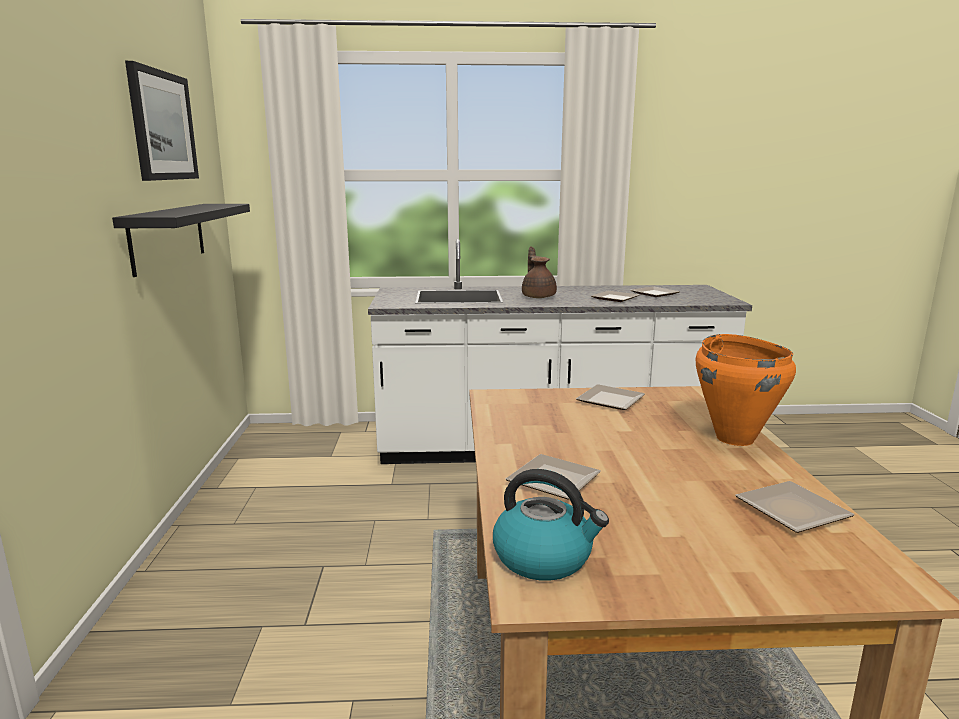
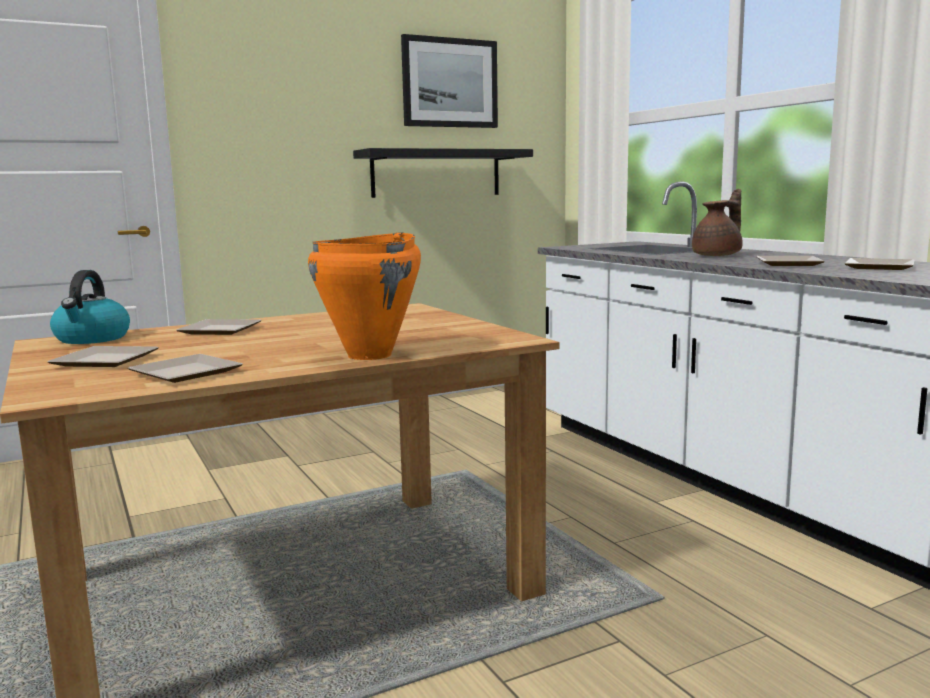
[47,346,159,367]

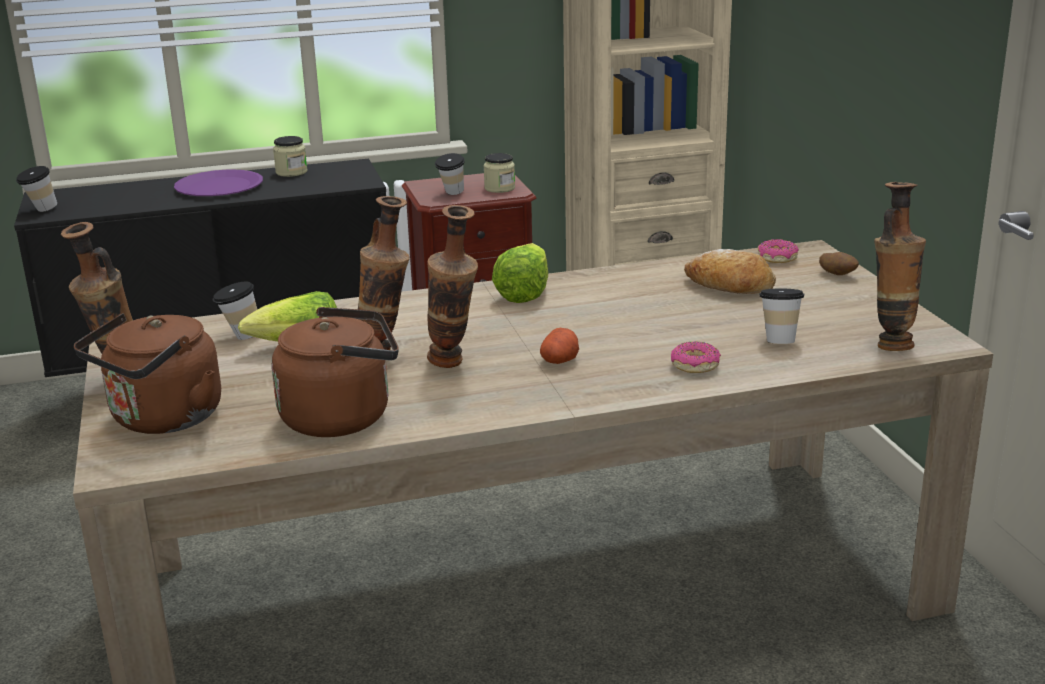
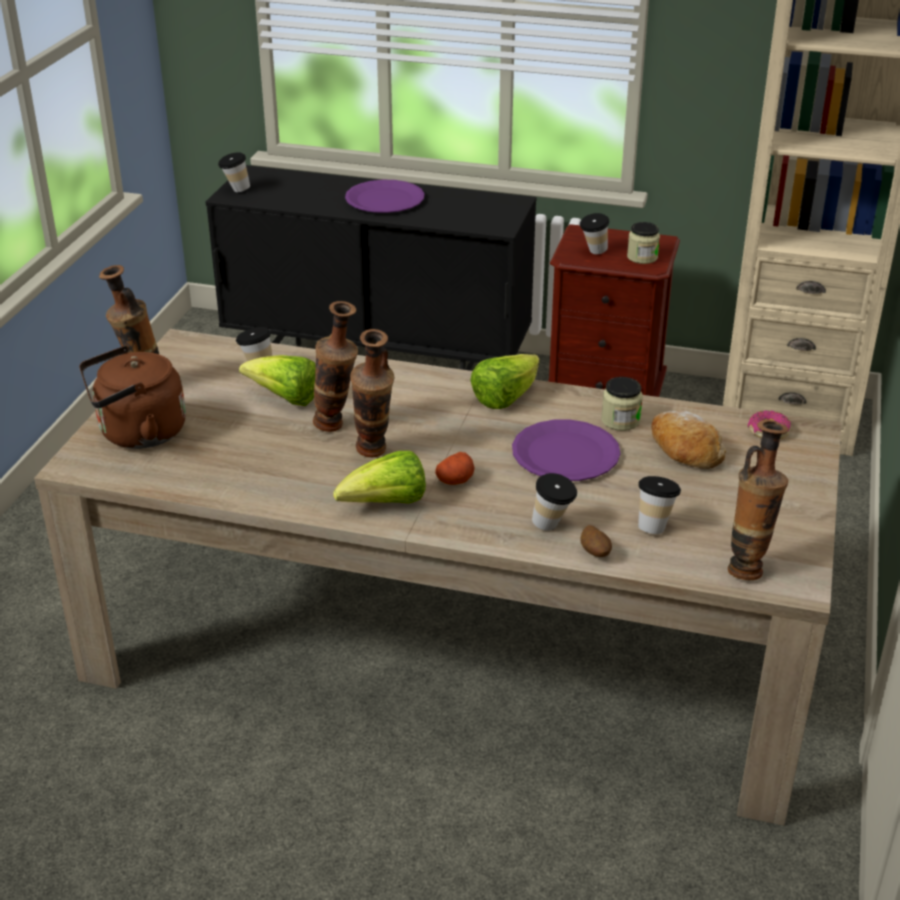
[601,377,643,431]
[580,525,612,557]
[271,307,399,437] (first image)
[532,473,577,531]
[512,420,621,481]
[333,450,426,503]

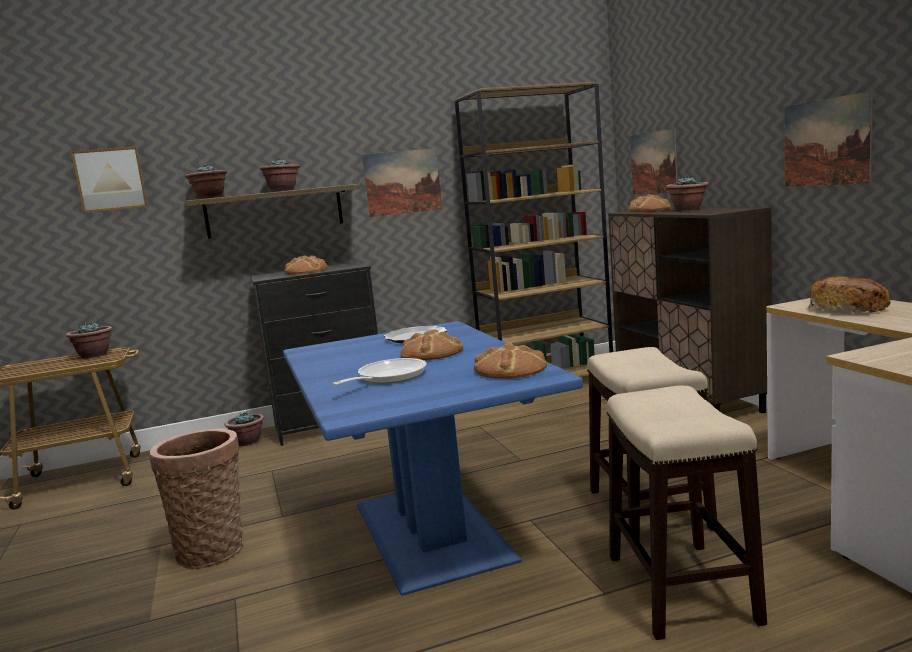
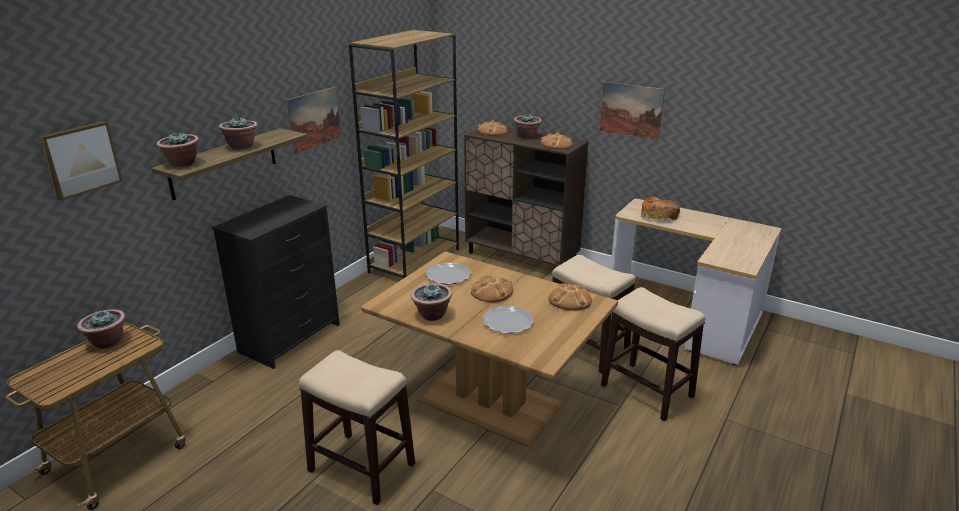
[630,128,678,194] (first image)
[541,133,573,149]
[361,252,618,447]
[483,306,534,333]
[411,283,452,321]
[299,350,415,505]

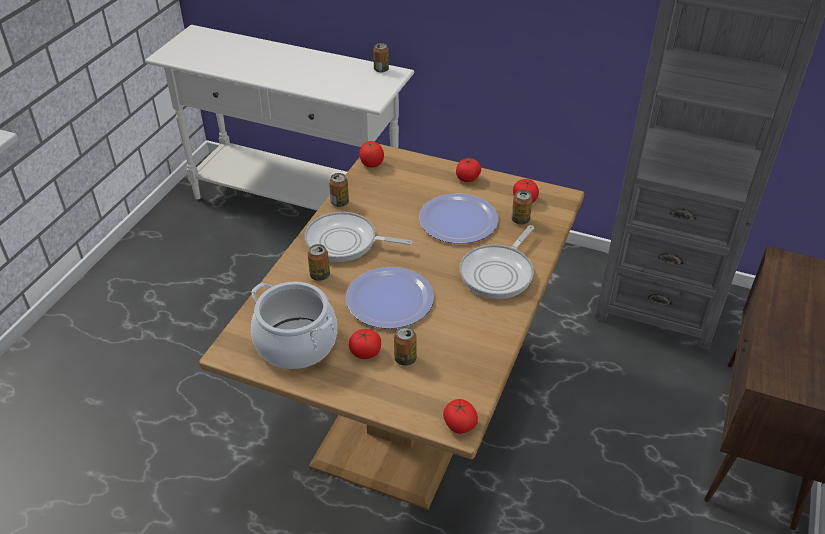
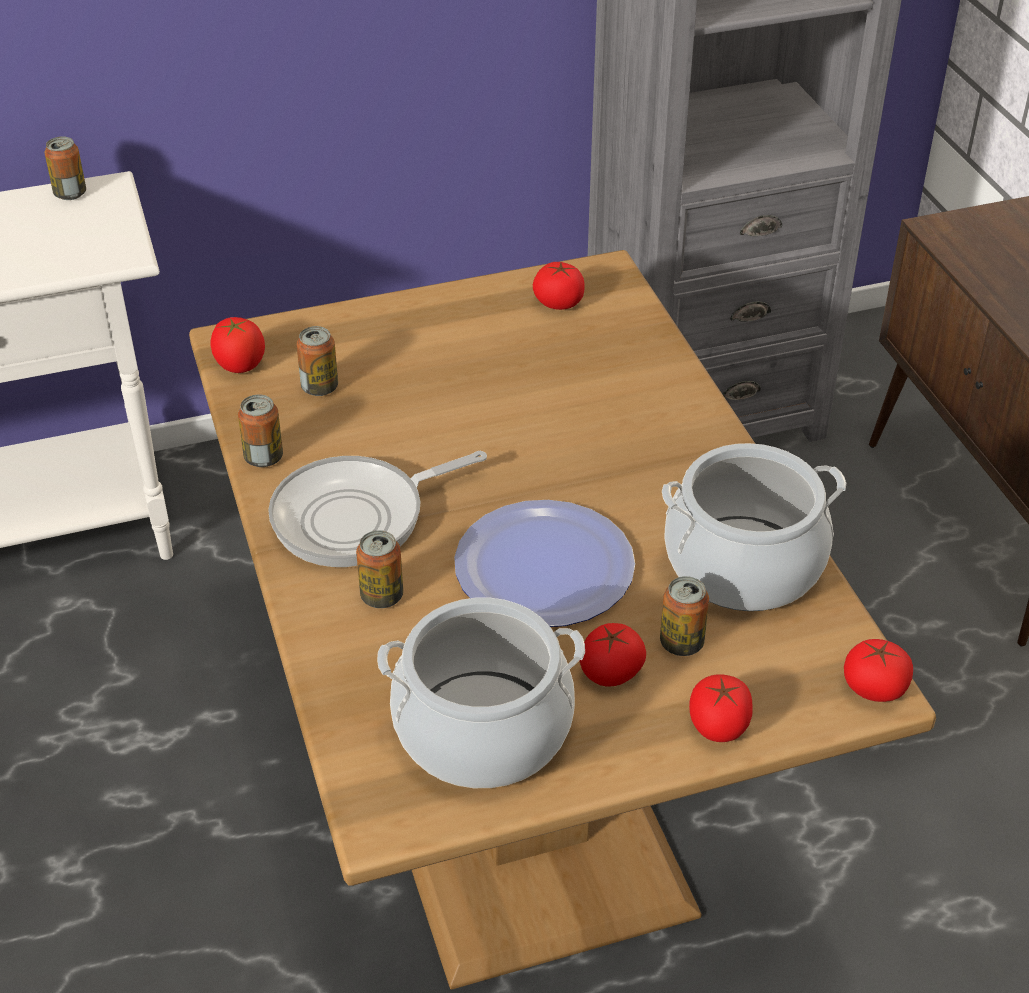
[689,674,753,742]
[296,326,338,396]
[419,193,499,244] (first image)
[459,225,535,299] (first image)
[662,443,846,611]

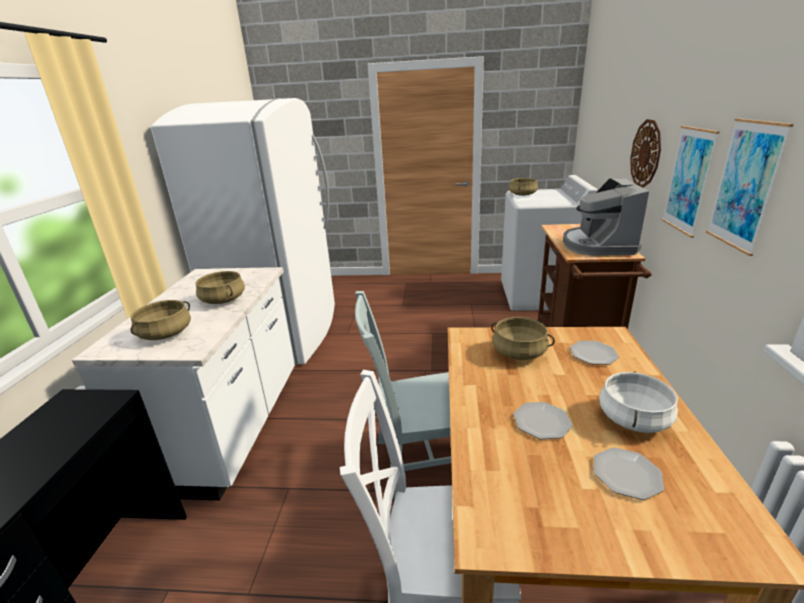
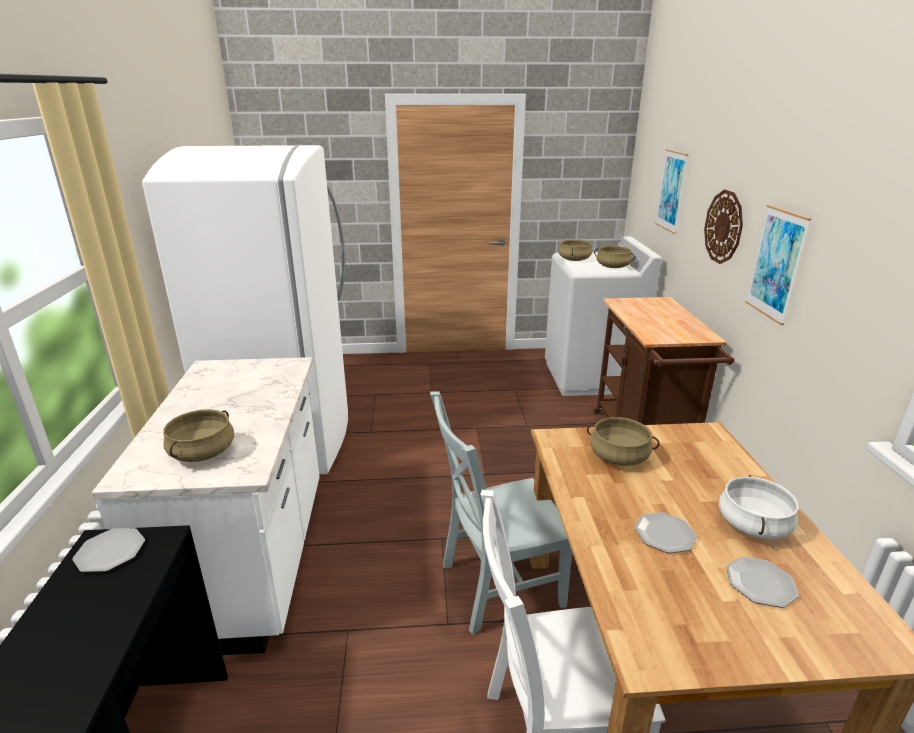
[655,149,688,234]
[563,178,649,255] (first image)
[594,246,635,268]
[72,528,145,572]

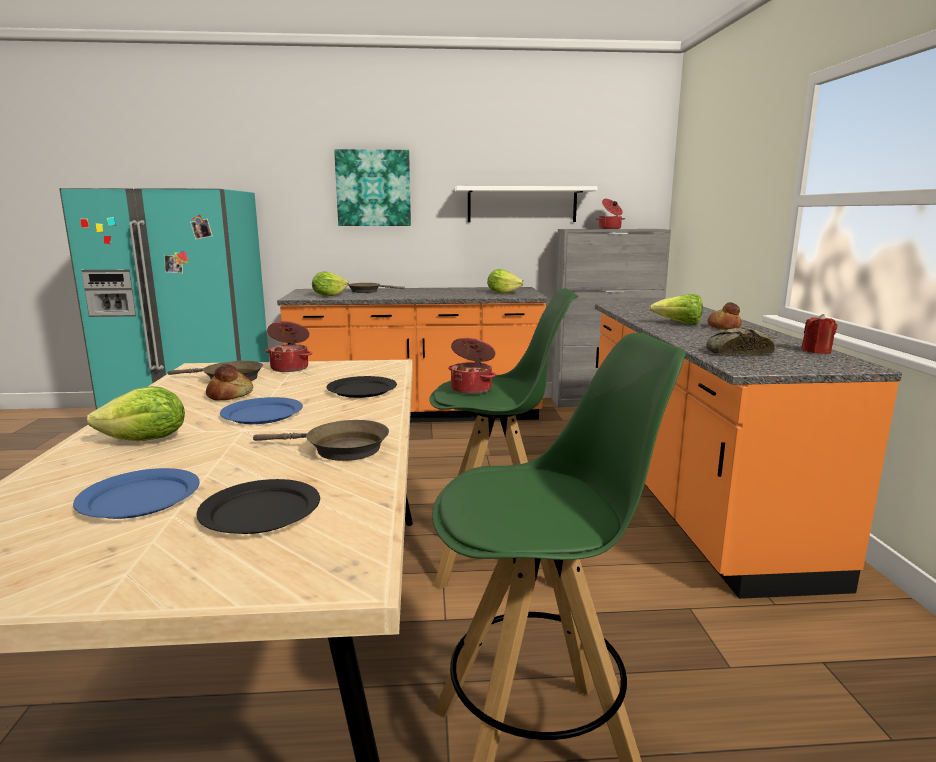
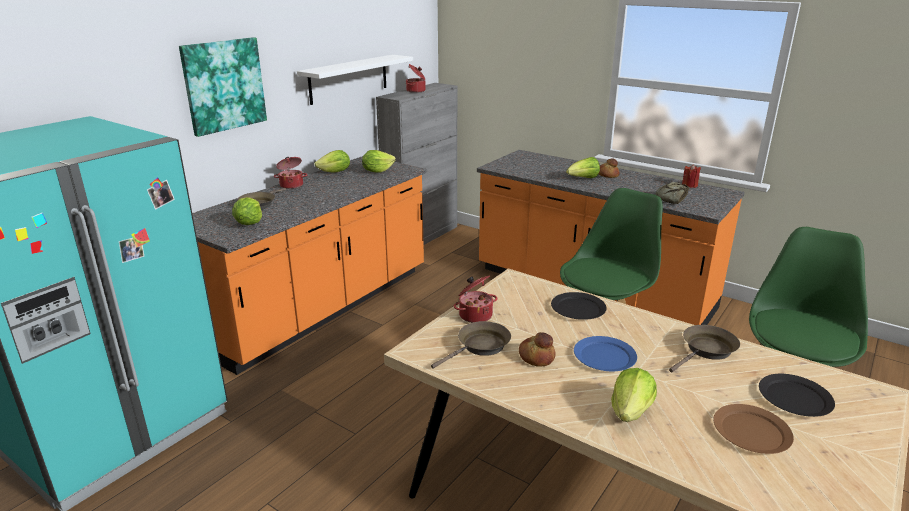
[274,157,307,189]
[713,404,794,454]
[314,150,350,173]

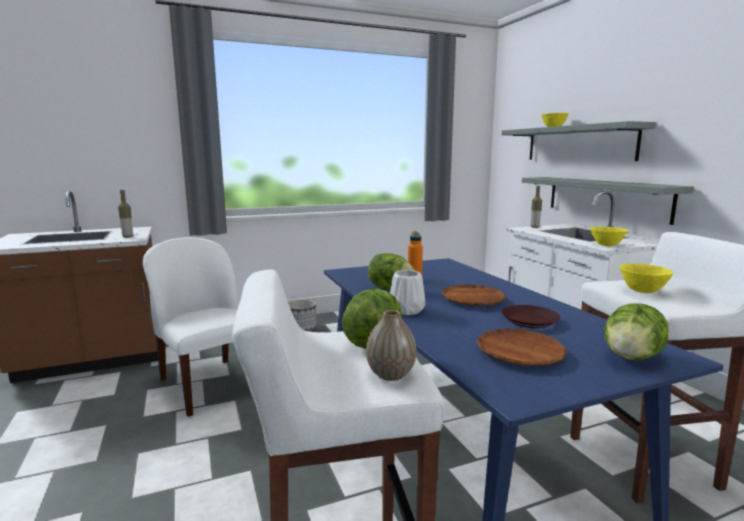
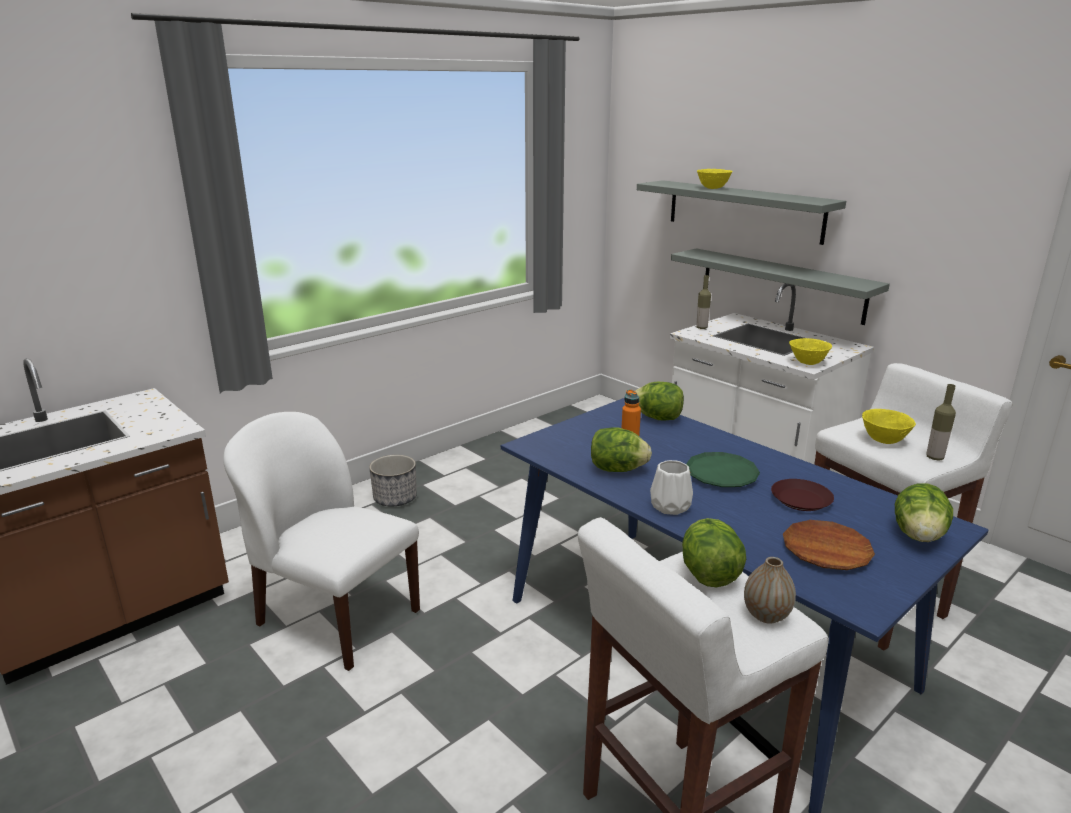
[927,384,956,460]
[686,452,760,487]
[635,382,684,421]

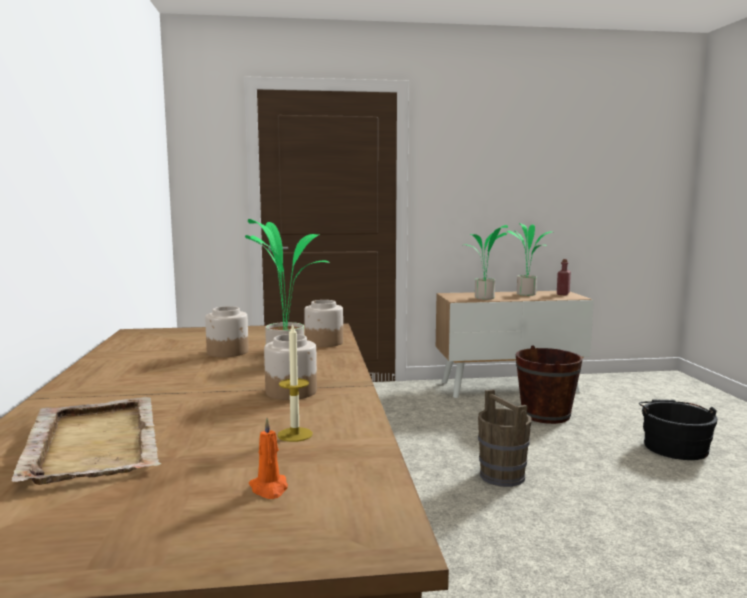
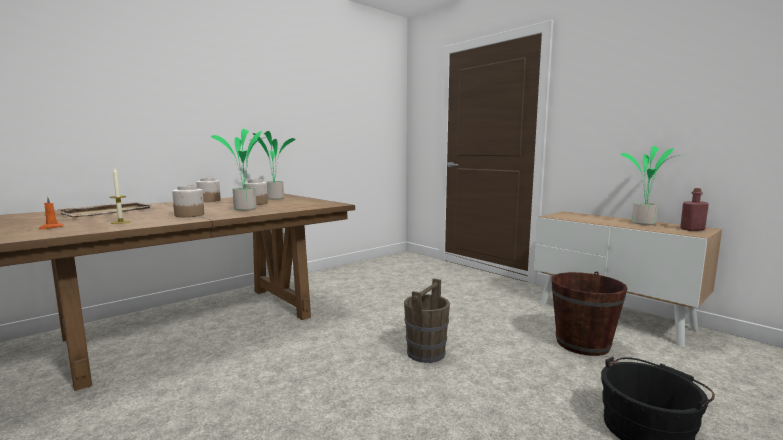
[253,131,296,200]
[196,178,221,202]

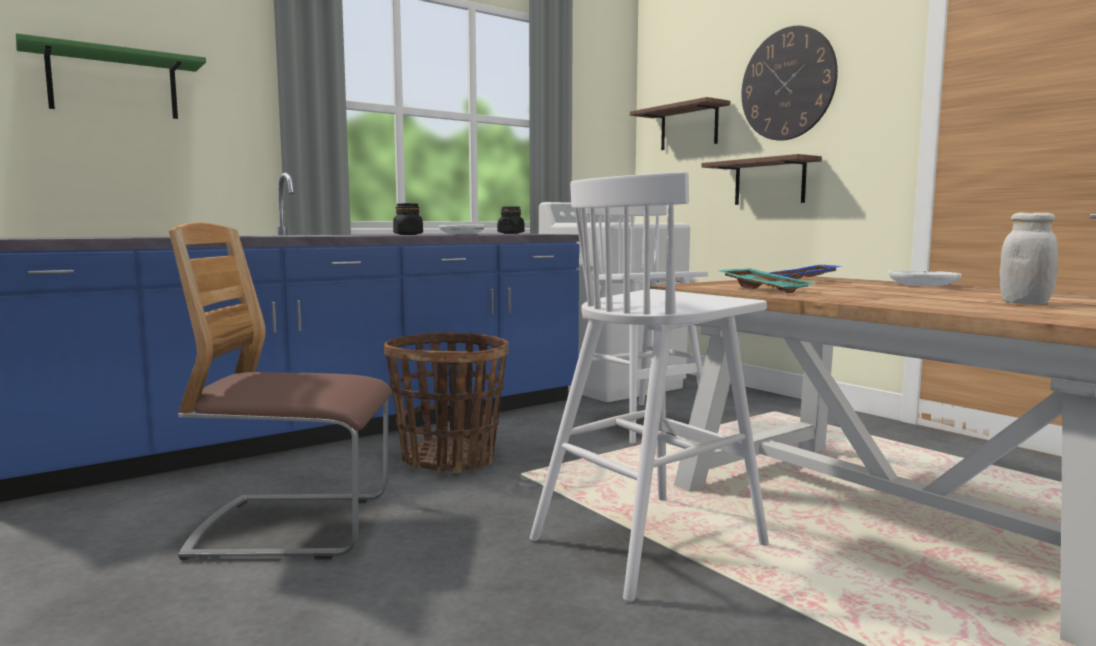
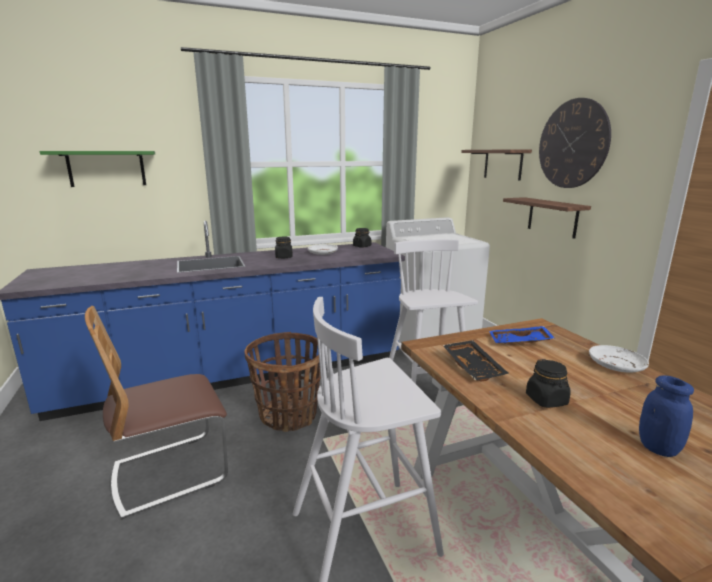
[639,375,694,457]
[85,306,228,520]
[443,340,509,382]
[526,359,571,408]

